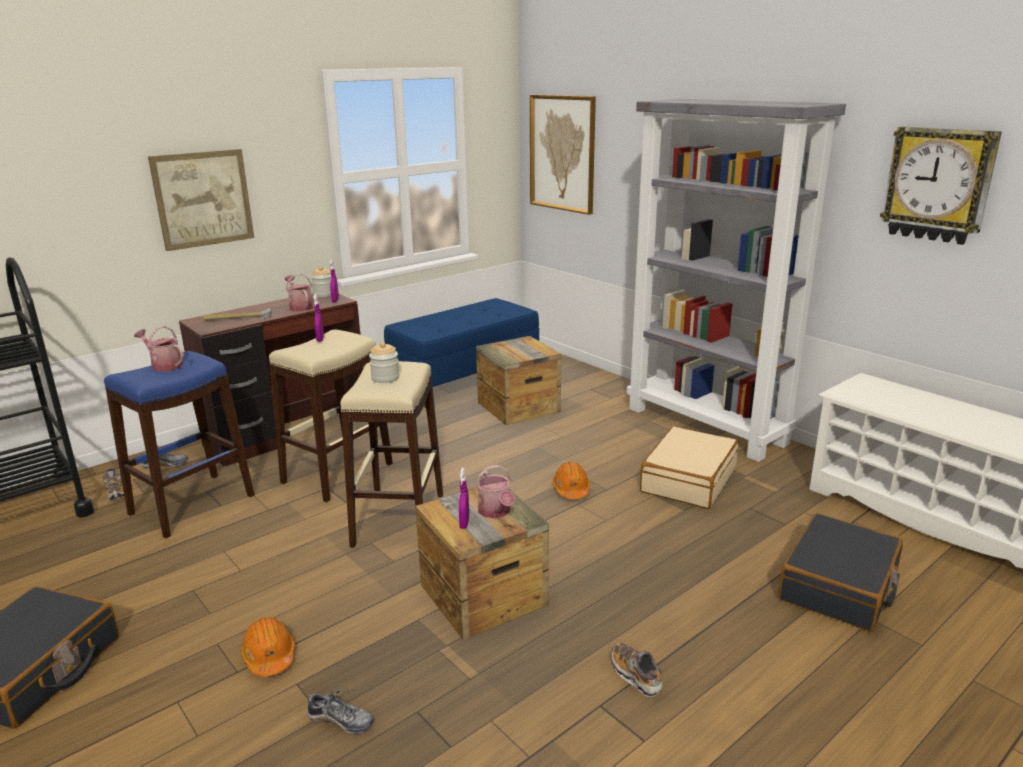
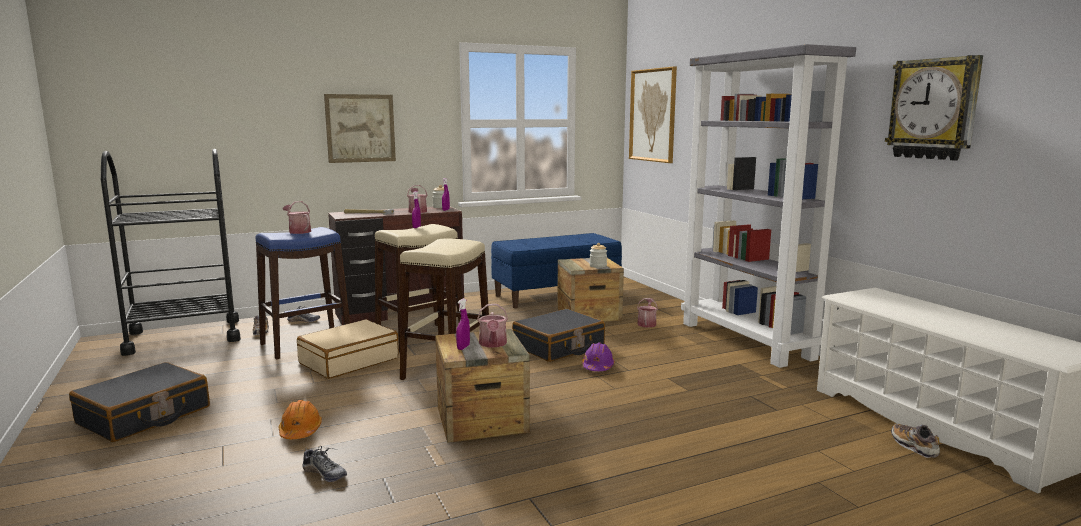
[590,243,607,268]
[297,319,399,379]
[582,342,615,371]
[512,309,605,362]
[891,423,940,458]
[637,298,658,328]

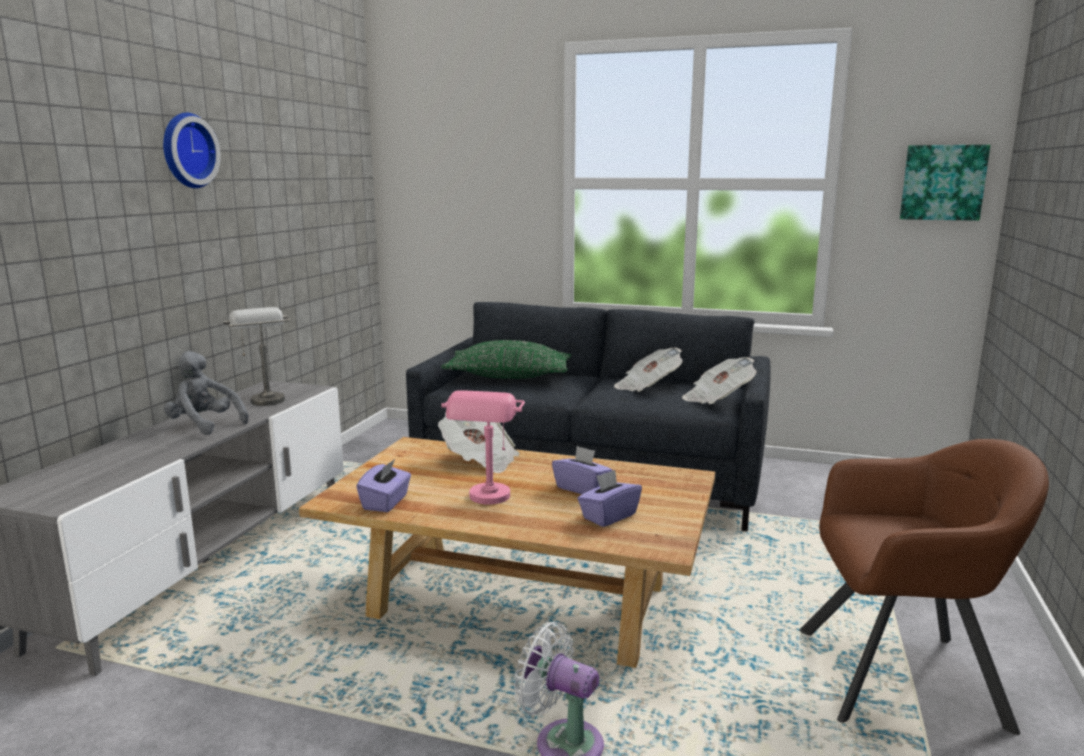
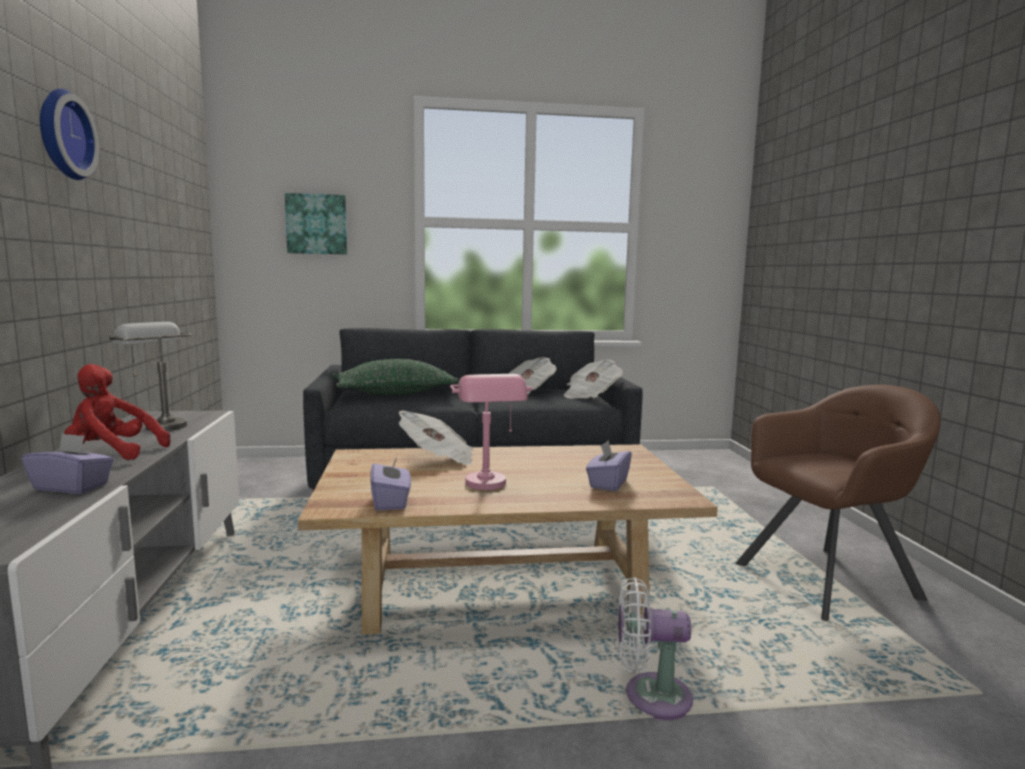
[285,193,347,254]
[64,364,171,460]
[21,433,114,494]

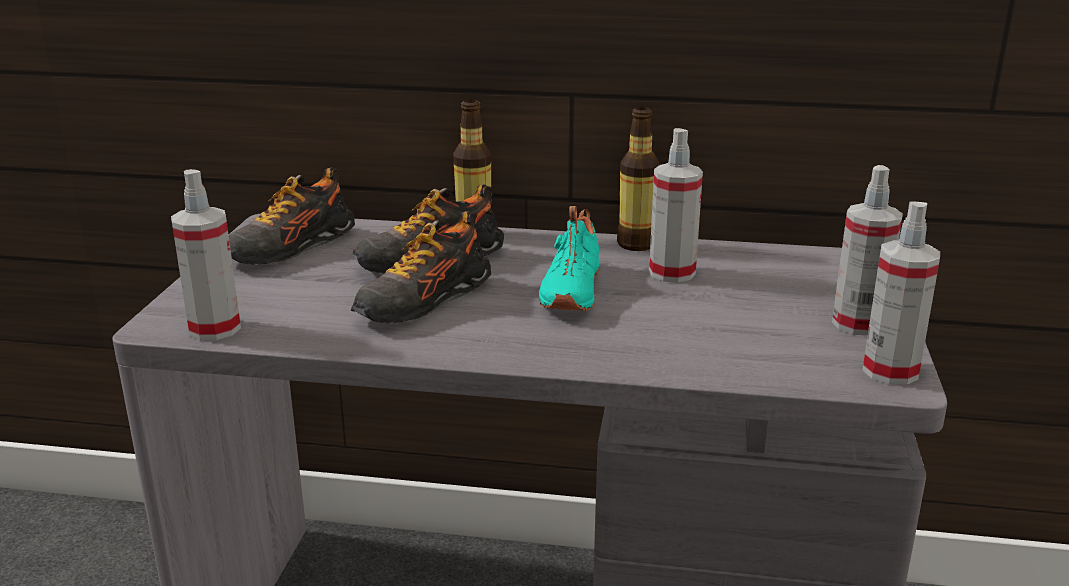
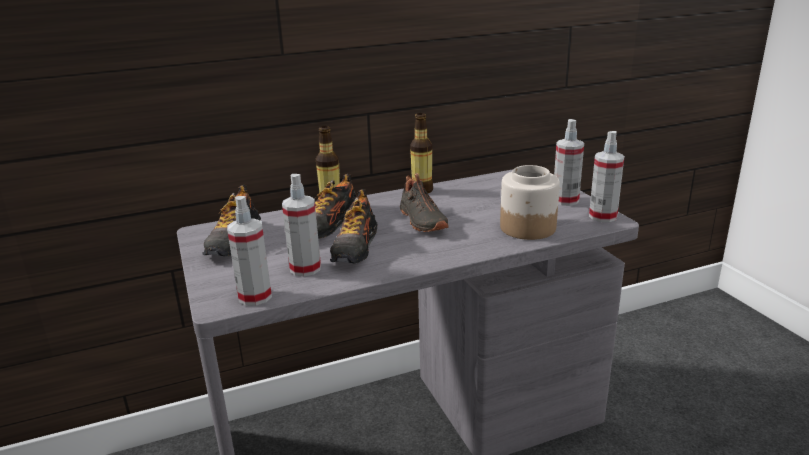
[282,174,321,276]
[400,173,448,232]
[500,165,560,240]

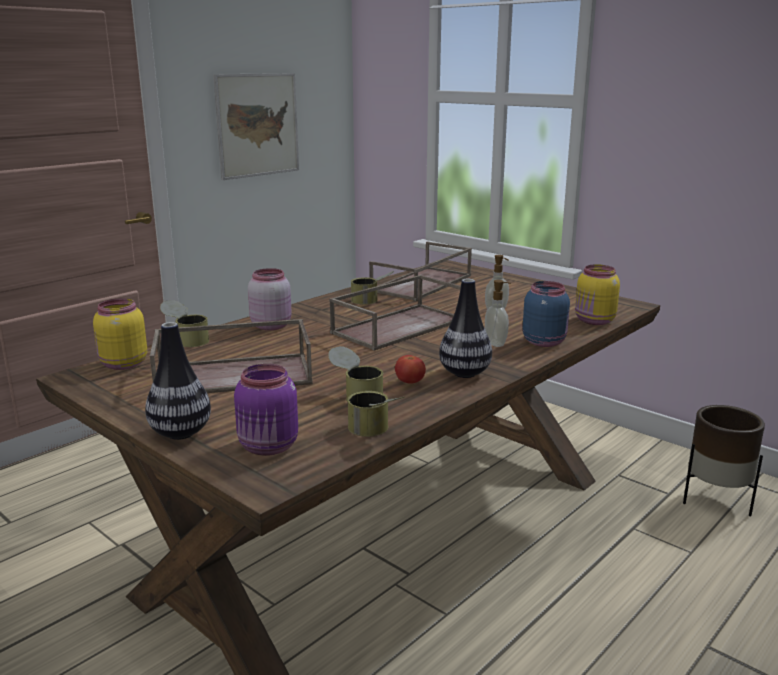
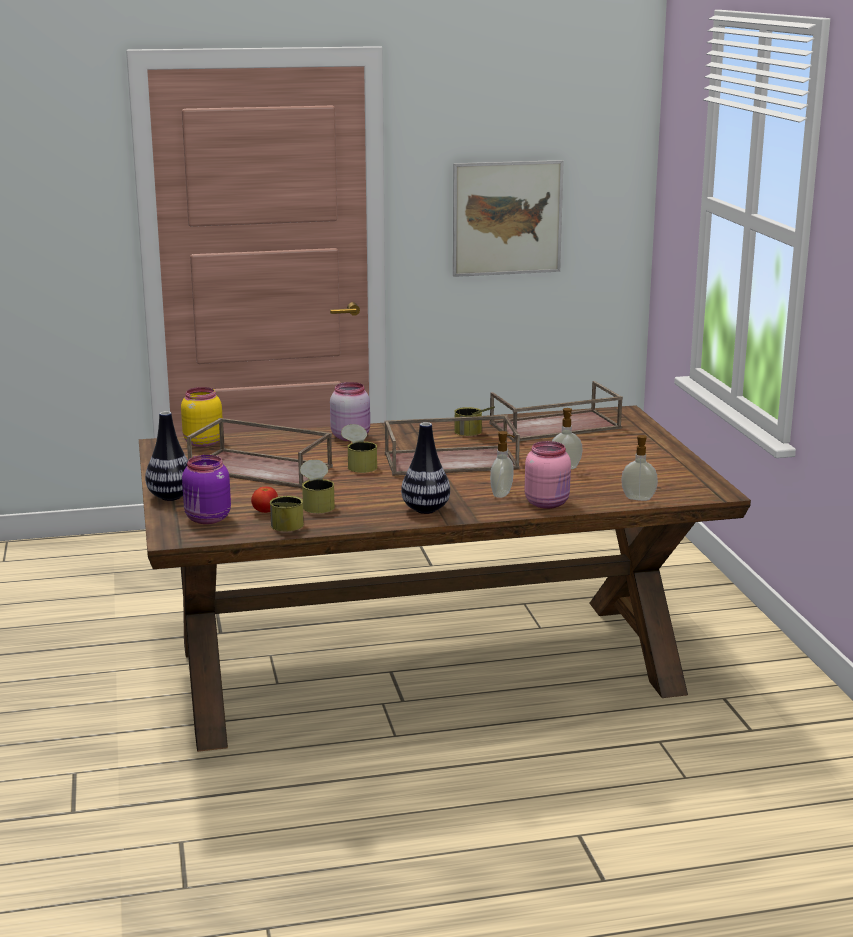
[621,435,658,501]
[525,441,571,509]
[341,424,377,473]
[251,487,278,513]
[683,405,765,517] (first image)

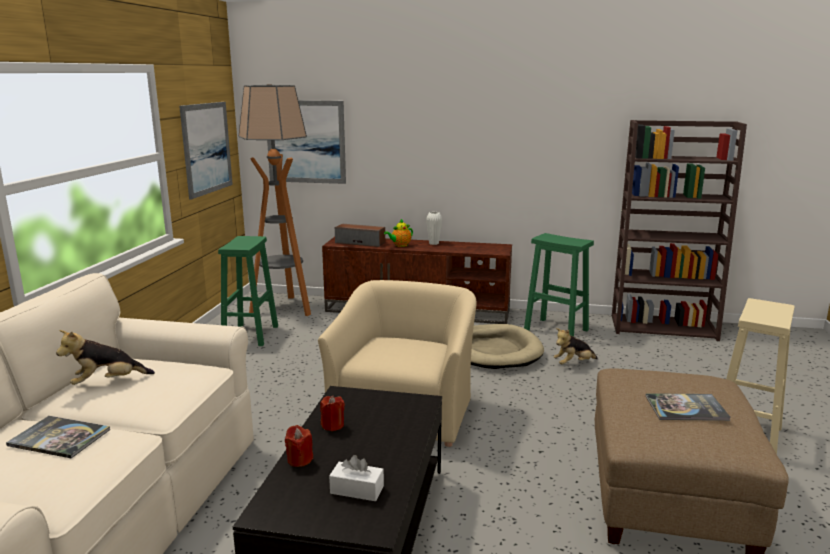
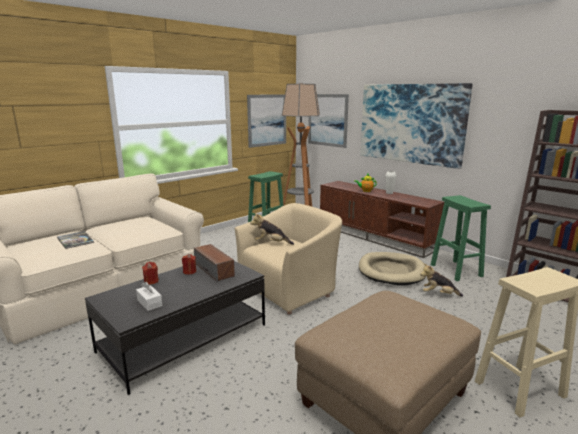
[194,244,235,282]
[250,212,294,245]
[645,393,731,421] (first image)
[360,83,473,169]

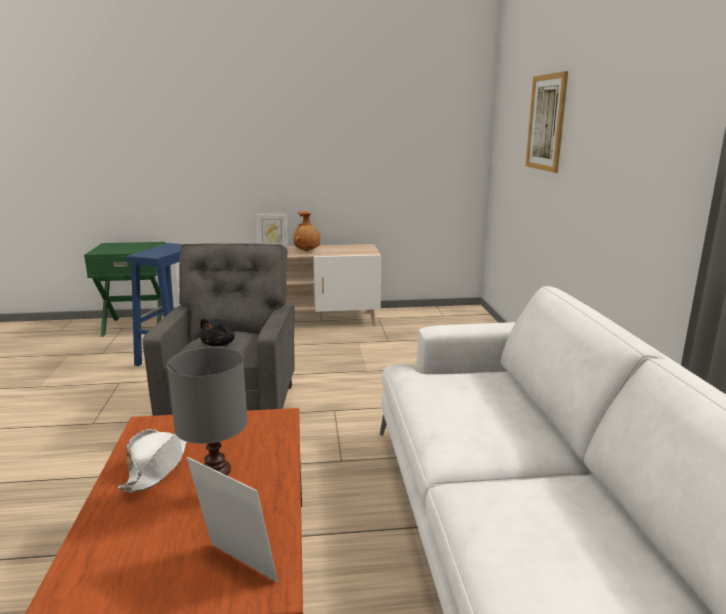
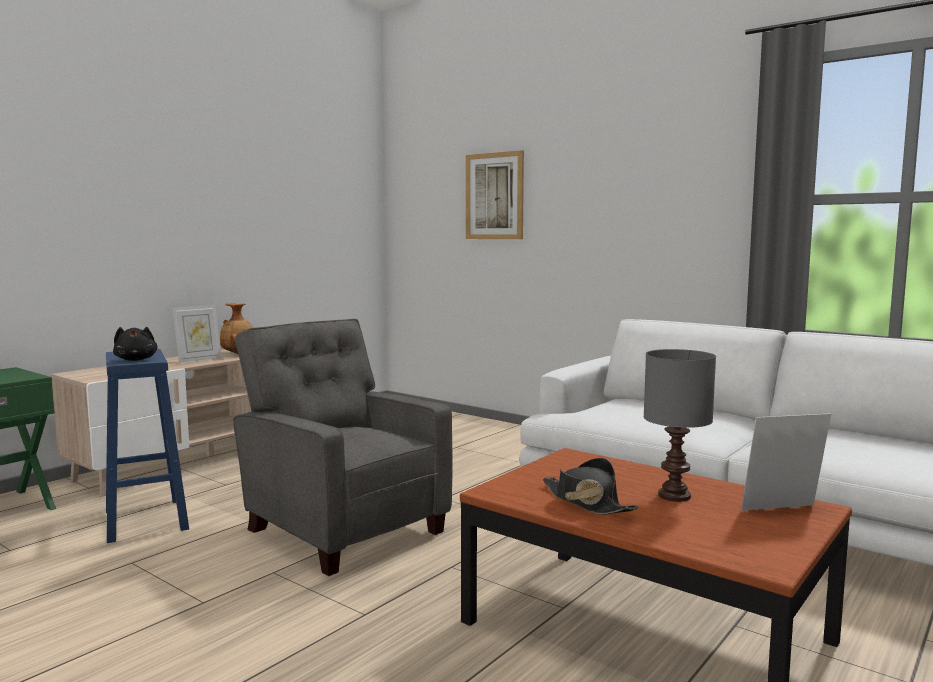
[113,327,158,361]
[543,458,639,515]

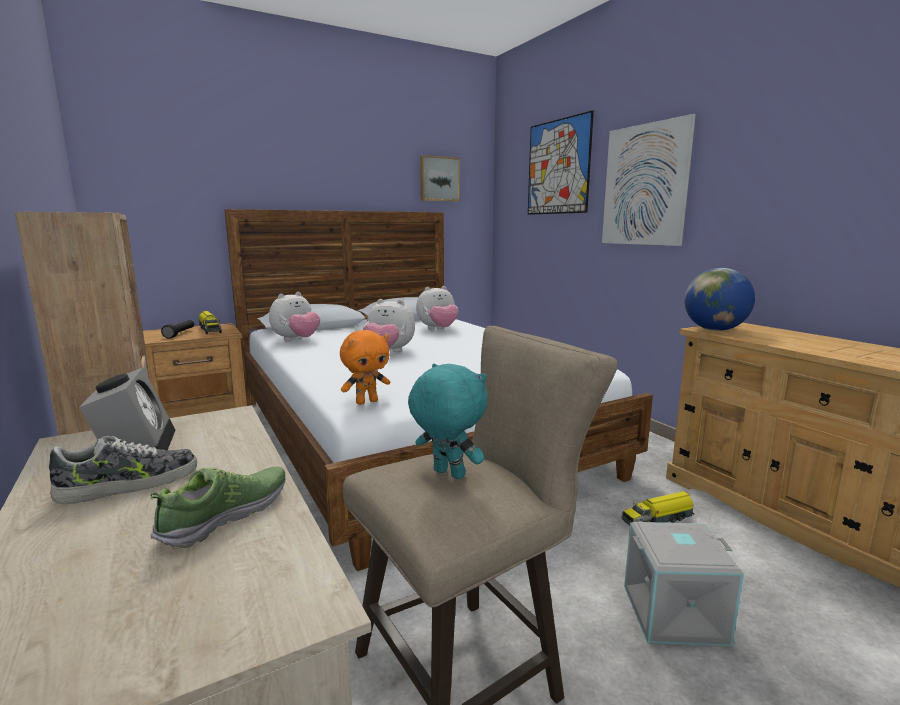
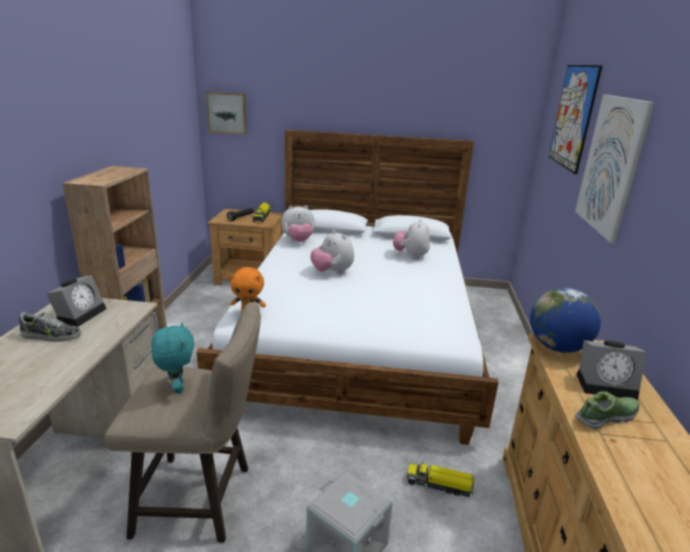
[206,92,247,134]
[393,219,430,259]
[575,391,640,430]
[576,340,646,400]

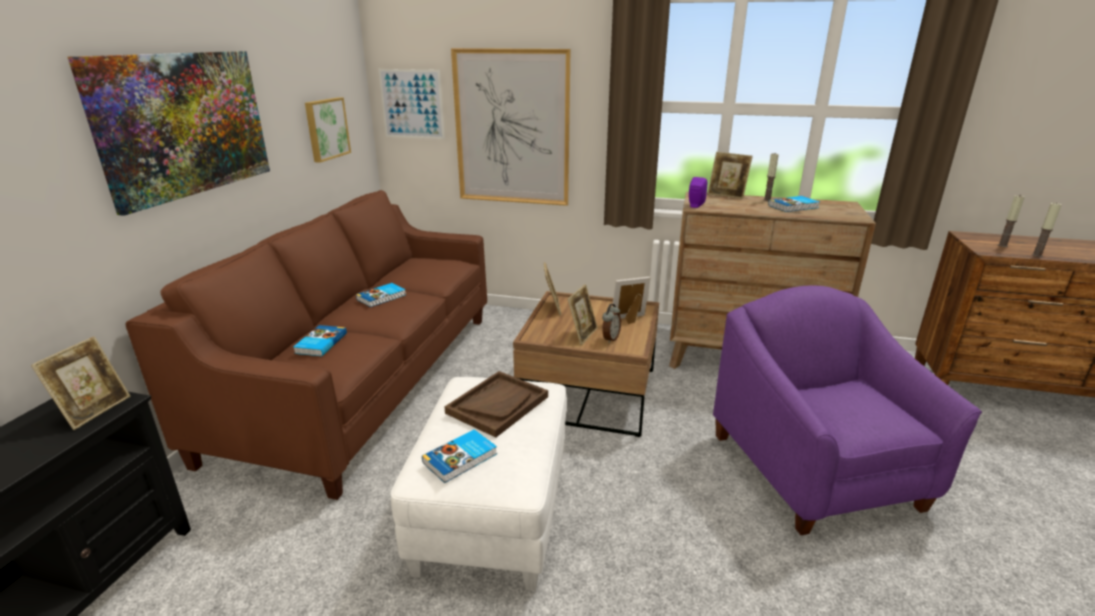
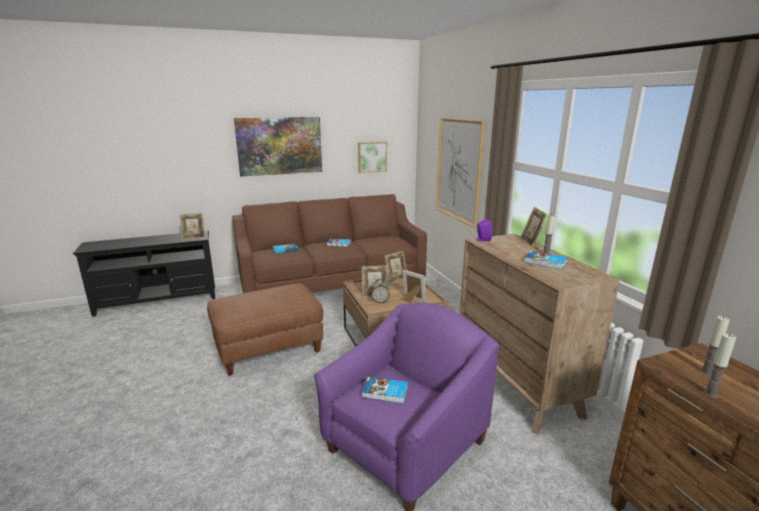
[378,69,445,139] (first image)
[445,371,548,437] (first image)
[207,283,323,376]
[362,377,408,403]

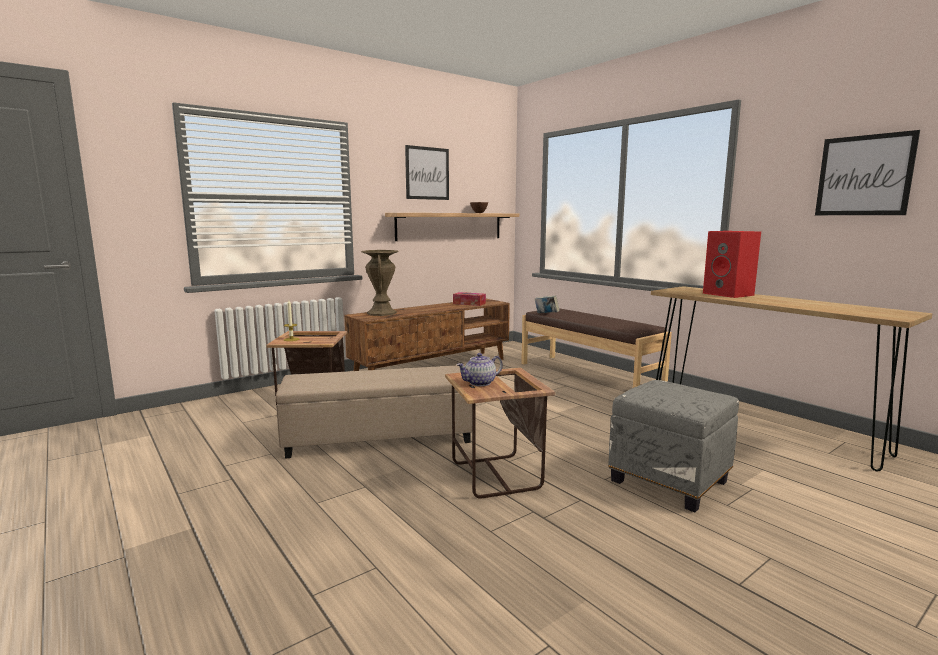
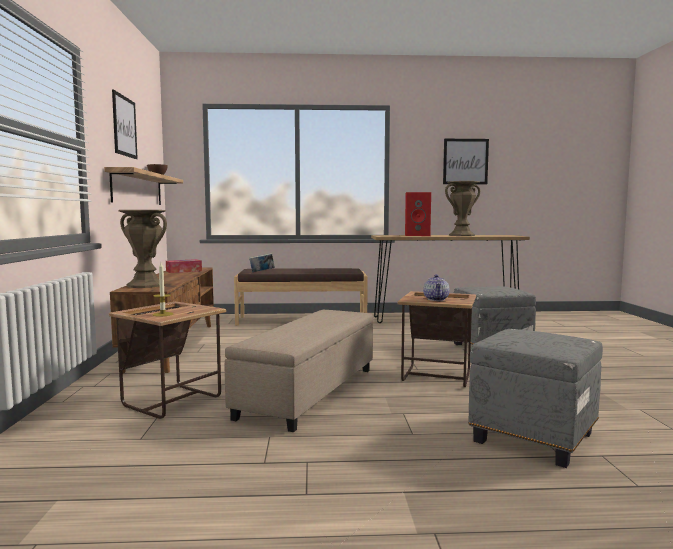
[445,181,480,236]
[468,329,603,468]

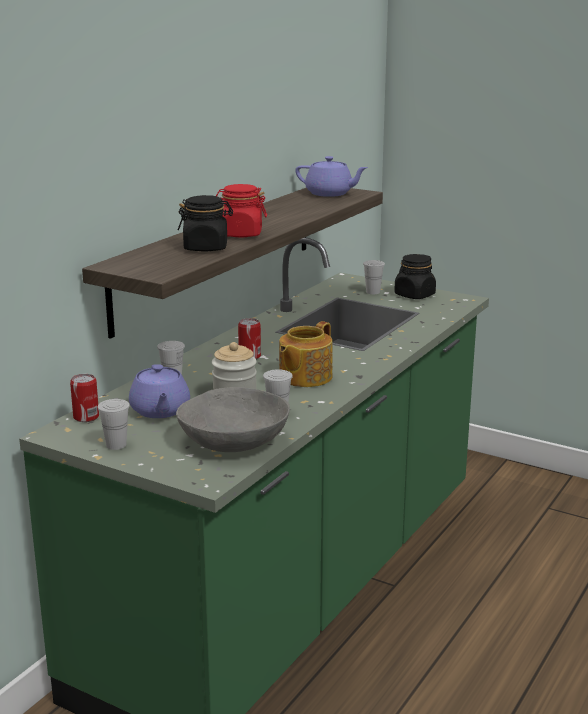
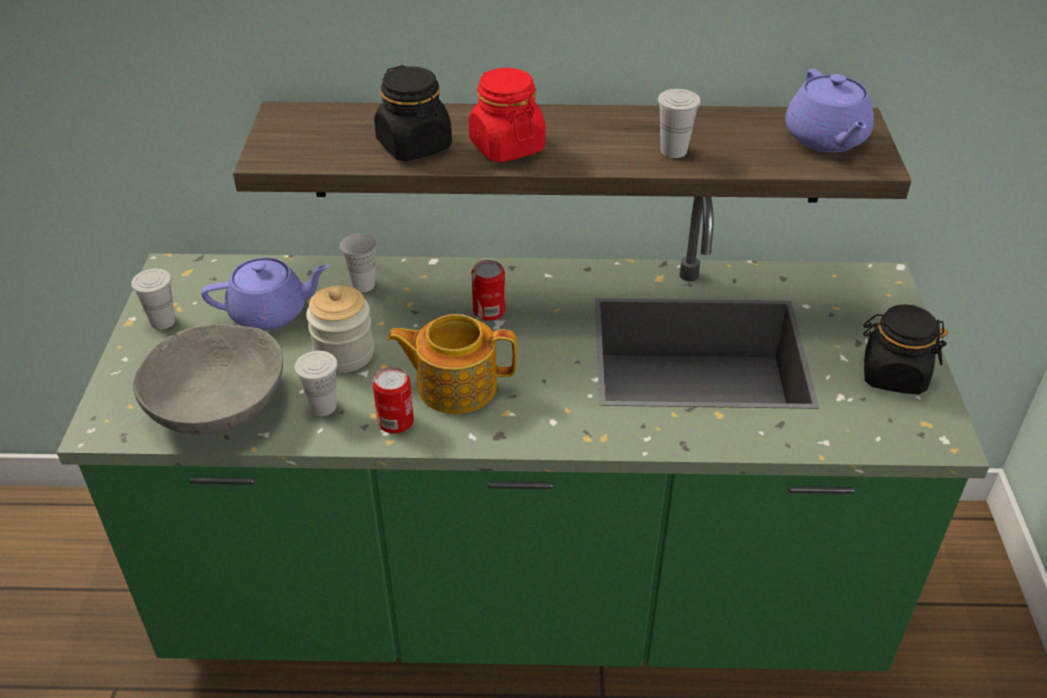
[658,89,701,158]
[201,258,330,331]
[373,367,414,434]

